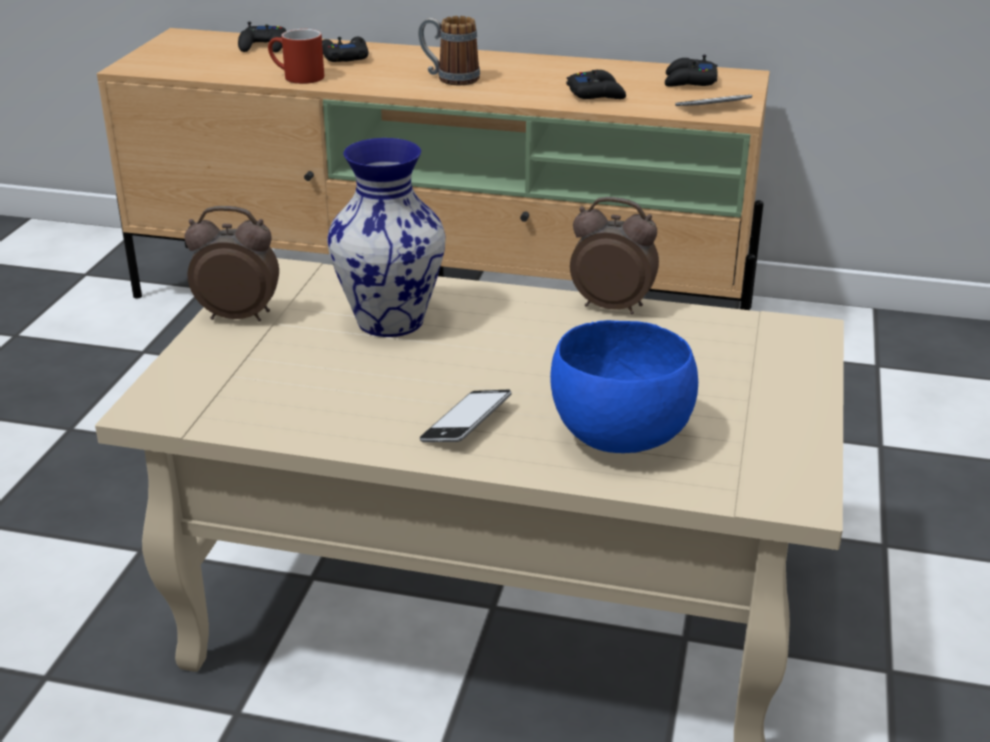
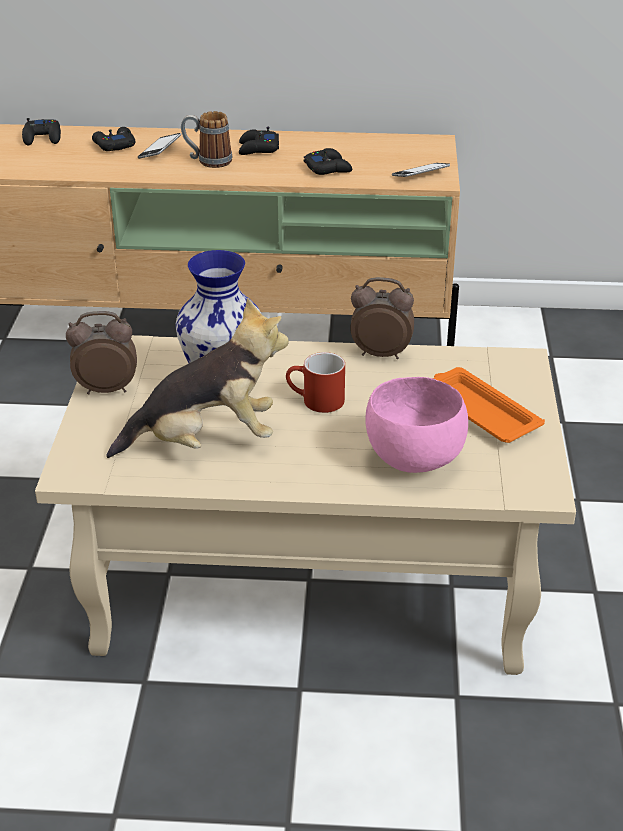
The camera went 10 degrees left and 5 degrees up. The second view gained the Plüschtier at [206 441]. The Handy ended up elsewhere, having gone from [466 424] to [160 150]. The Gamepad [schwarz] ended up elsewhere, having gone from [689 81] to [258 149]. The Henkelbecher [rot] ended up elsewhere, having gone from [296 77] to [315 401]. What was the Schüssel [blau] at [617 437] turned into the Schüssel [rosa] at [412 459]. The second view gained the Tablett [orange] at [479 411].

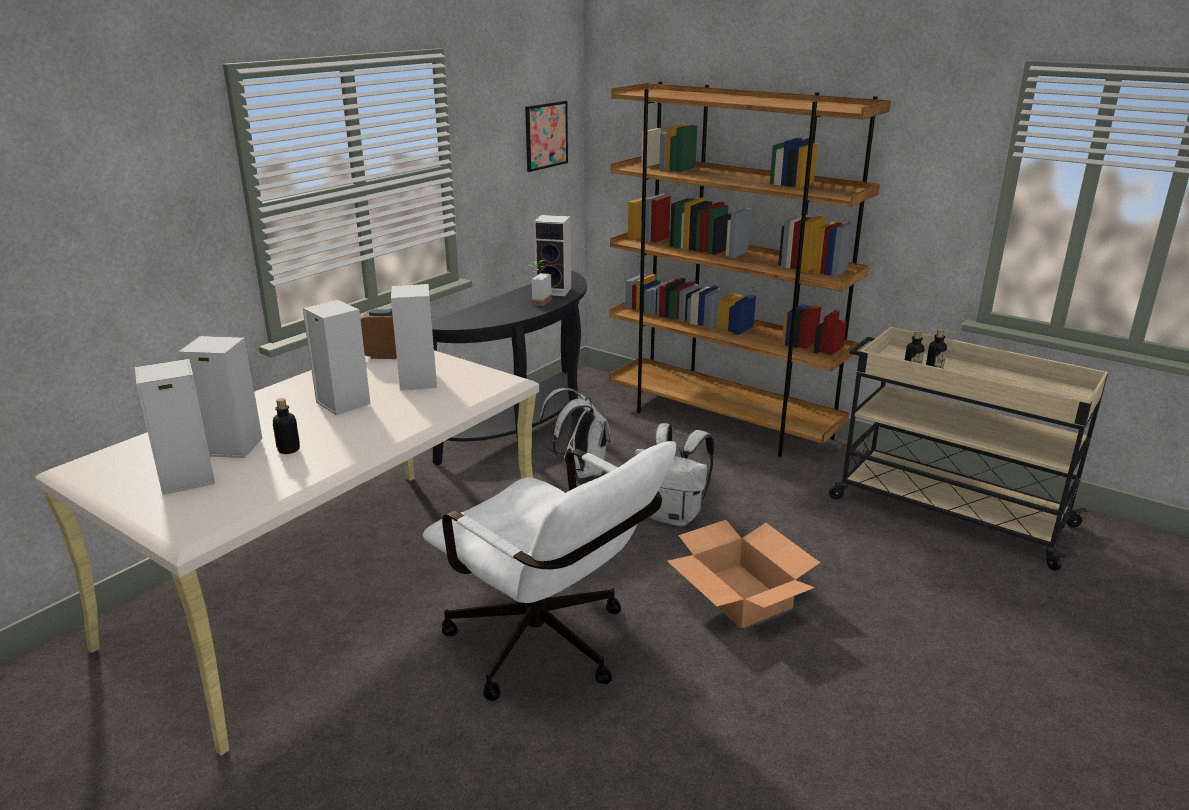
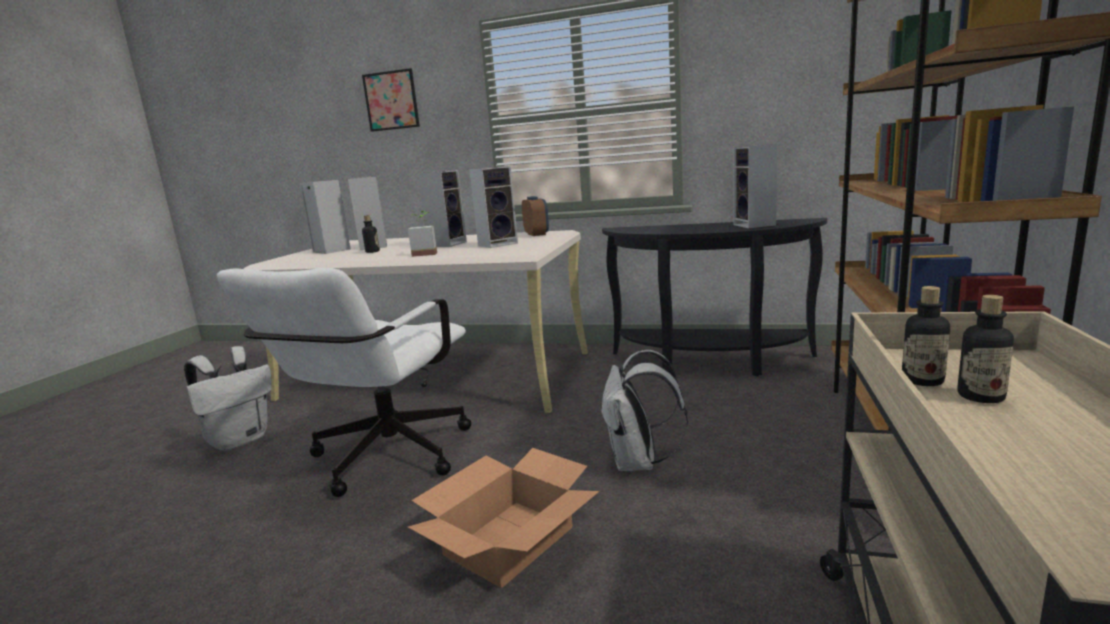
The camera went 70 degrees right and 10 degrees down. The Rucksack [weiß] ended up elsewhere, having gone from [579 471] to [240 440]. The Bild ended up elsewhere, having gone from [546 135] to [391 100]. The Topfpflanze ended up elsewhere, having gone from [537 301] to [425 254].

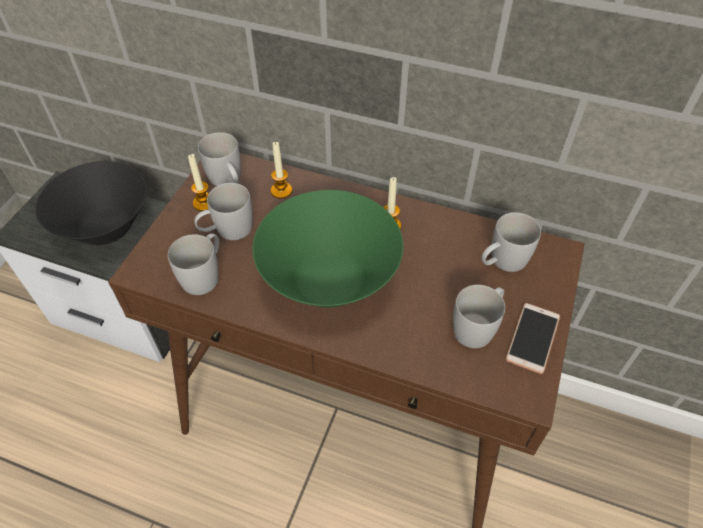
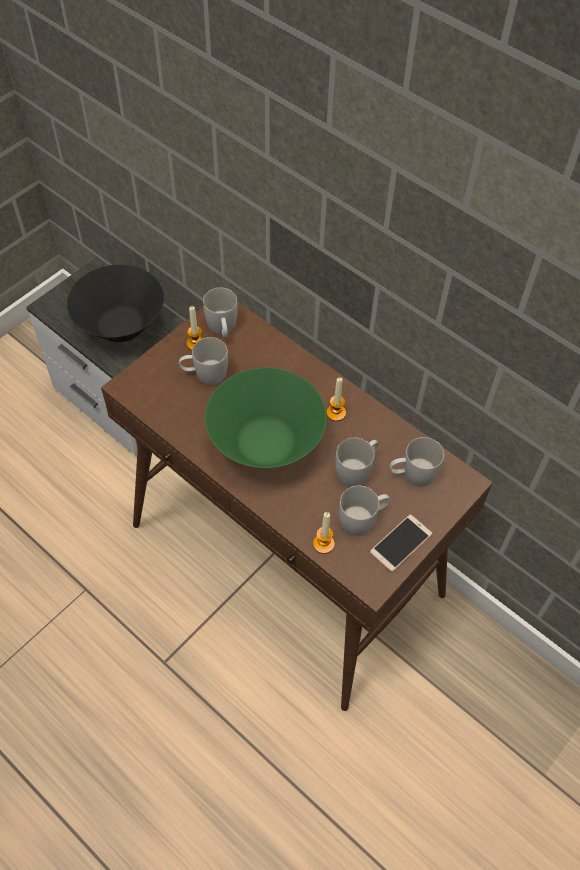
The camera went 20 degrees right and 5 degrees up. The Kerze ended up elsewhere, having gone from [281 191] to [323 544]. The Henkelbecher [weiß] ended up elsewhere, having gone from [205 274] to [357 469].

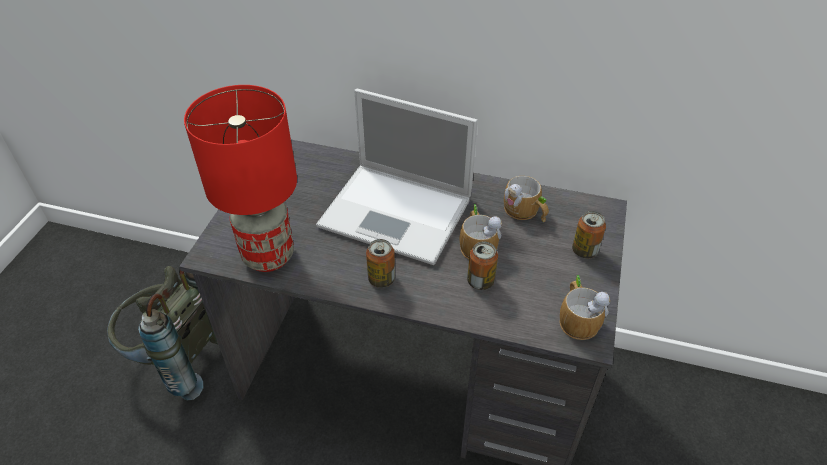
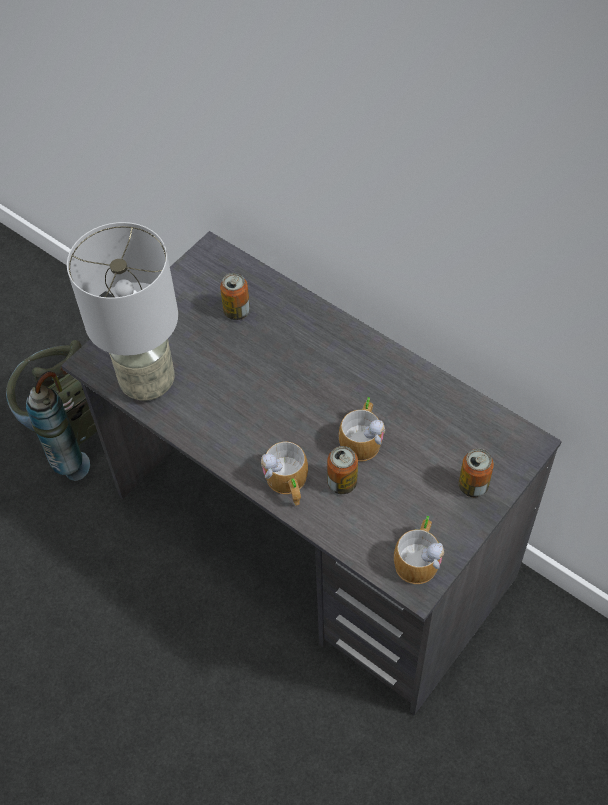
The camera went 25 degrees right and 10 degrees up. What was the Tischlampe [rot] at [269 256] turned into the Tischlampe [grau] at [148 383]. The Dose ended up elsewhere, having gone from [381 279] to [237 311]. The Henkelbecher ended up elsewhere, having gone from [525 212] to [288 484]. The second view lost the Laptop at [398 213].

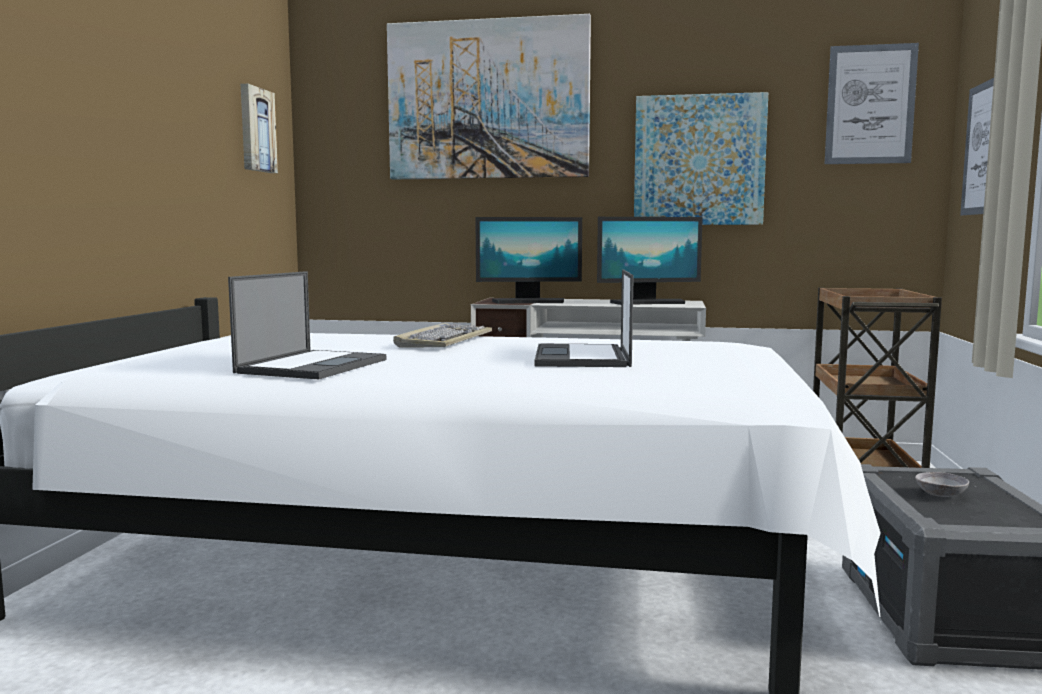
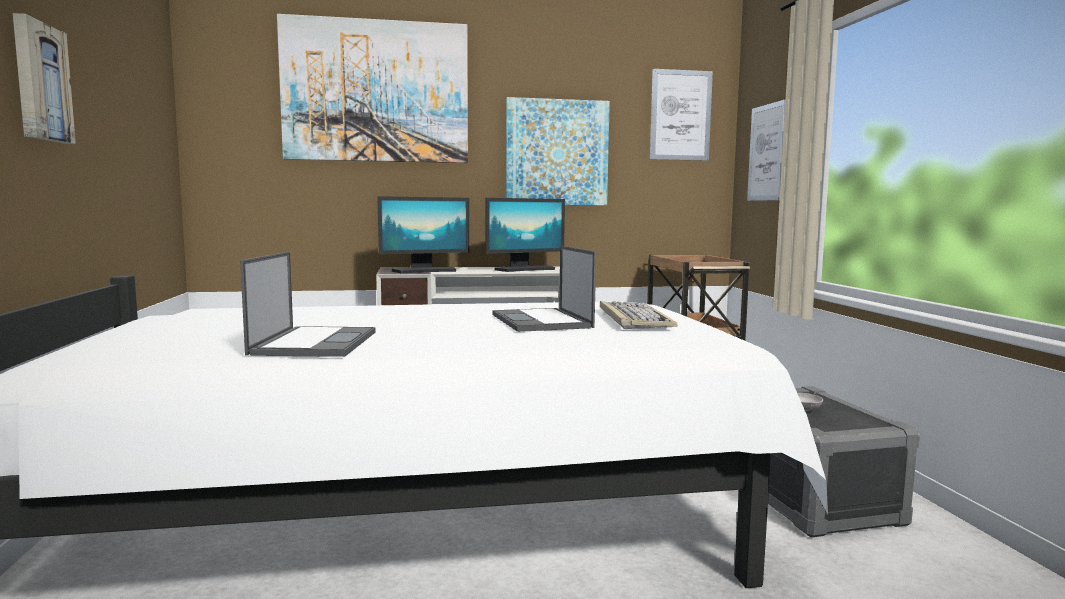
The camera went 20 degrees left and 0 degrees up. The Bild ended up elsewhere, having gone from [256 130] to [40 82]. The Tastatur ended up elsewhere, having gone from [444 341] to [633 319].

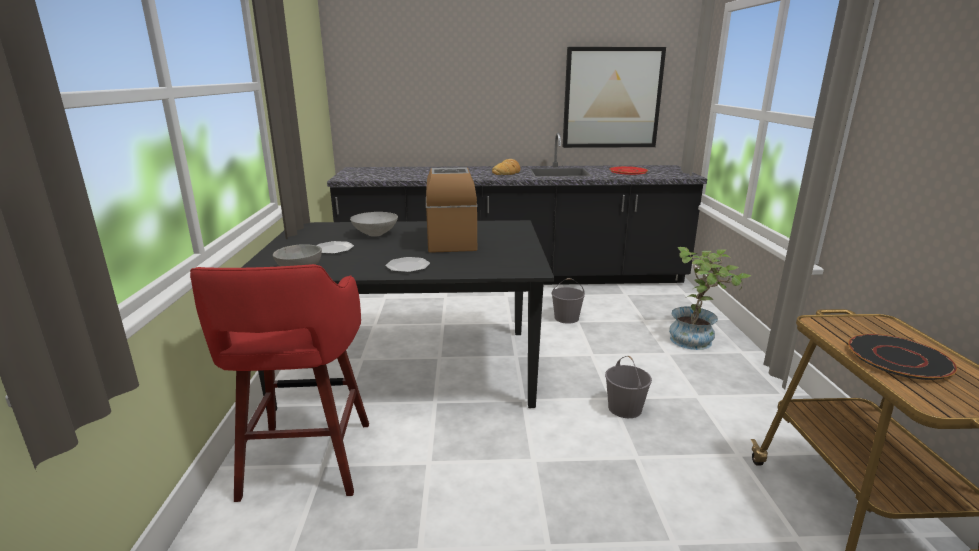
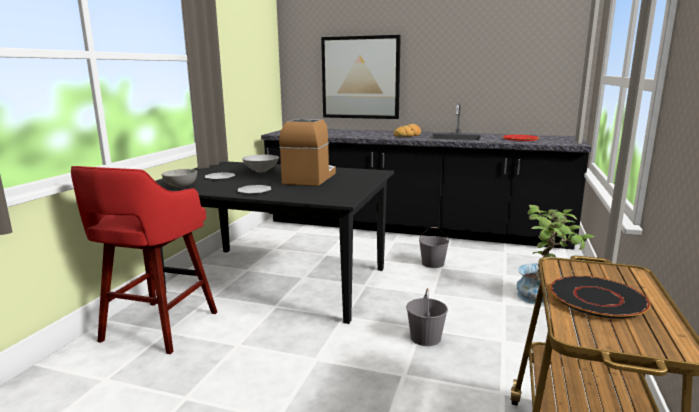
The camera went 20 degrees right and 5 degrees down. The Bild ended up elsewhere, having gone from [612 98] to [360 78].

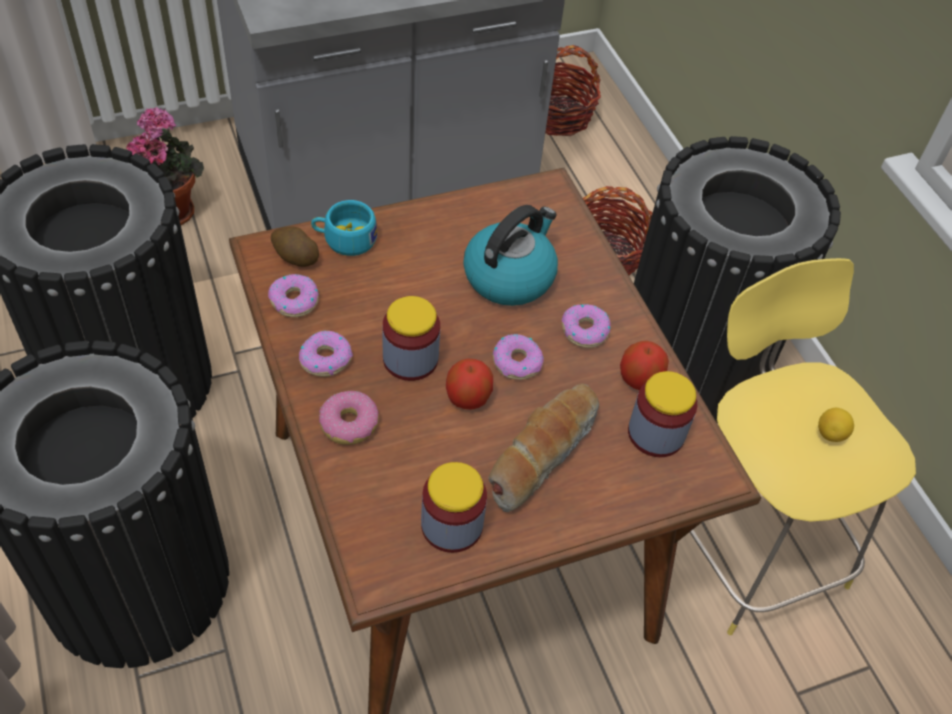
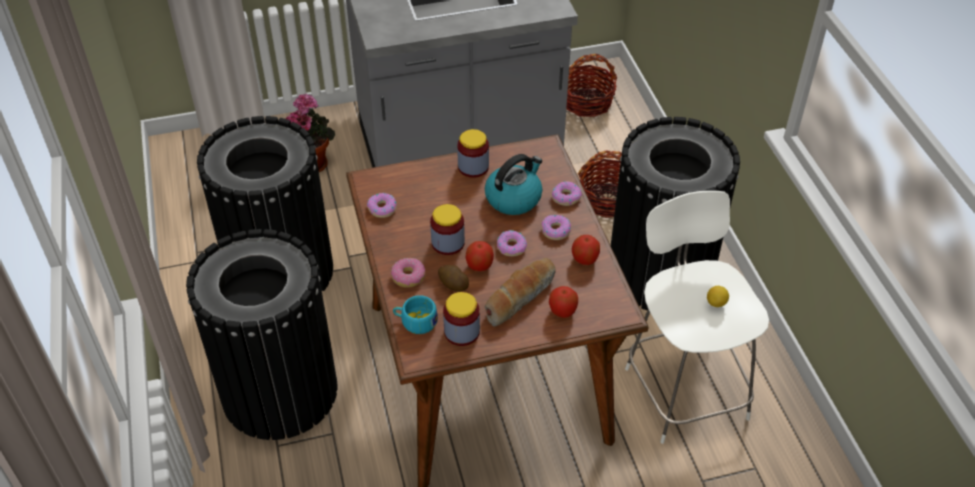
The camera went 10 degrees right and 5 degrees down. The Tasse [türkis] ended up elsewhere, having gone from [344 239] to [415 321]. The Kartoffel ended up elsewhere, having gone from [295 257] to [453 284]. The Vorratsglas ended up elsewhere, having gone from [656 433] to [473 167]. The second view gained the Apfel at [562 311]. The Donut ended up elsewhere, having gone from [325 359] to [566 197]. What was the Hocker [gelb] at [749 544] turned into the Hocker [weiß] at [684 389].

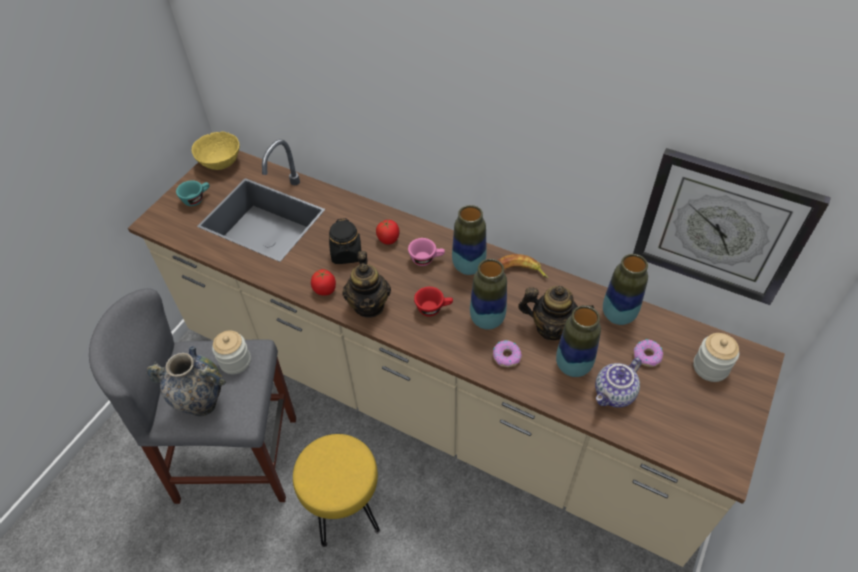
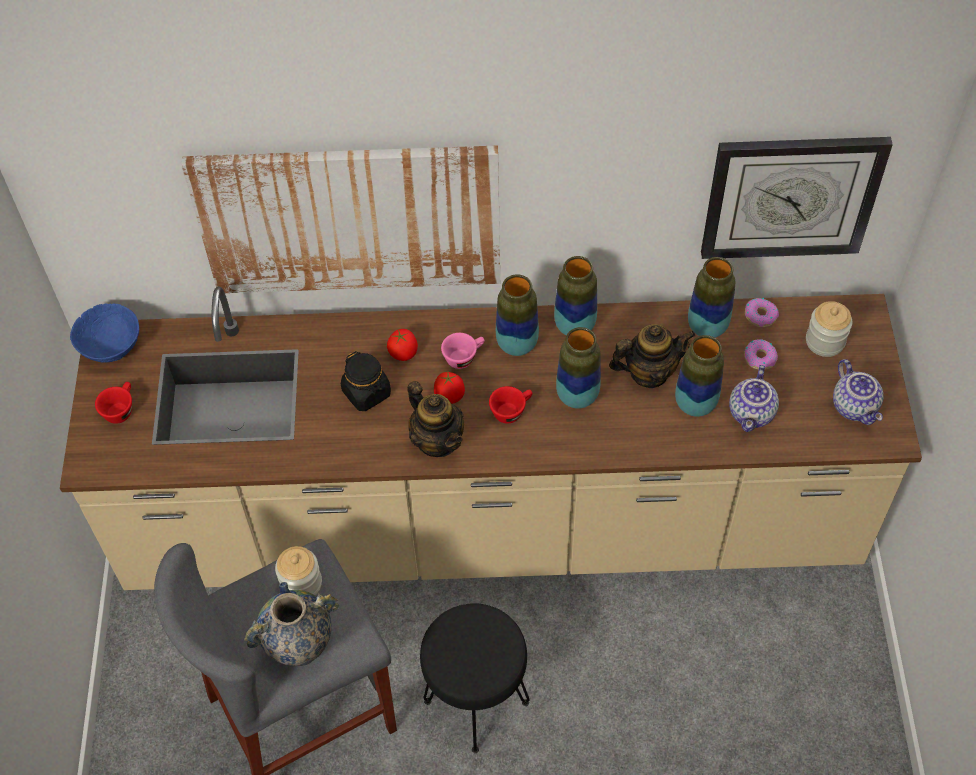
The camera went 30 degrees left and 5 degrees up. What was the Schüssel [gelb] at [220 163] turned into the Schüssel [blau] at [112 348]. What was the Tasse [türkis] at [196 199] turned into the Tasse [rot] at [120 409]. The second view gained the Bild at [350 219]. What was the Hocker [gelb] at [345 511] turned into the Hocker [schwarz] at [475 702]. The Tomate ended up elsewhere, having gone from [325 290] to [450 396]. Where the Banane stood at [518 272], the Vase came to stand at [574 326]. The Donut ended up elsewhere, having gone from [506 356] to [760 315]. The second view gained the Teekanne at [855 406].

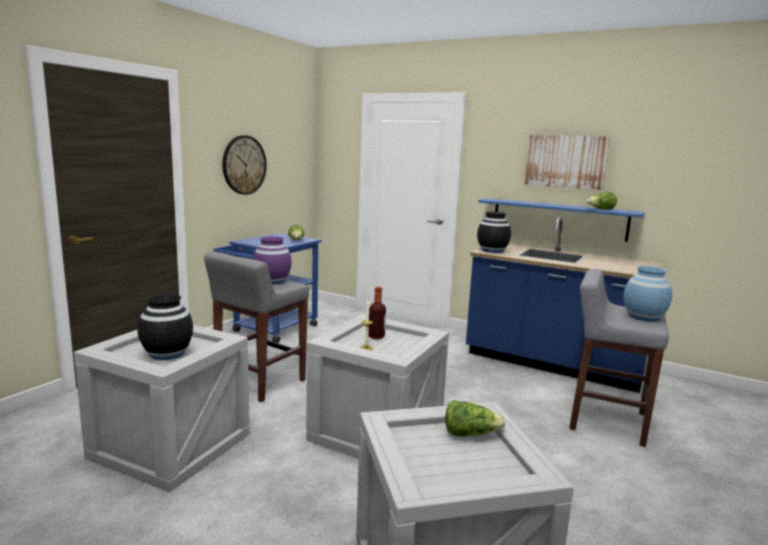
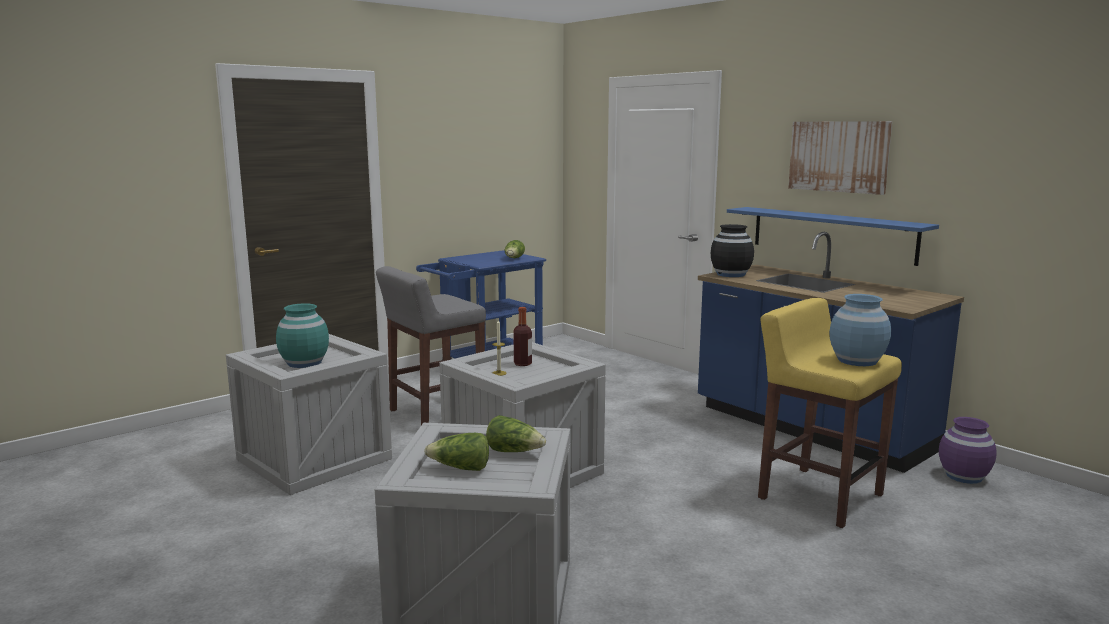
The camera went 20 degrees right and 0 degrees up. What was the Vase [schwarz] at [167 353] turned into the Vase [türkis] at [305 363]. The Salatkopf ended up elsewhere, having gone from [600 209] to [460 468]. What was the Hocker [grau] at [606 420] turned into the Hocker [gelb] at [818 496]. The Vase [lila] ended up elsewhere, having gone from [272 281] to [964 476]. The second view lost the Wanduhr at [244 165].

